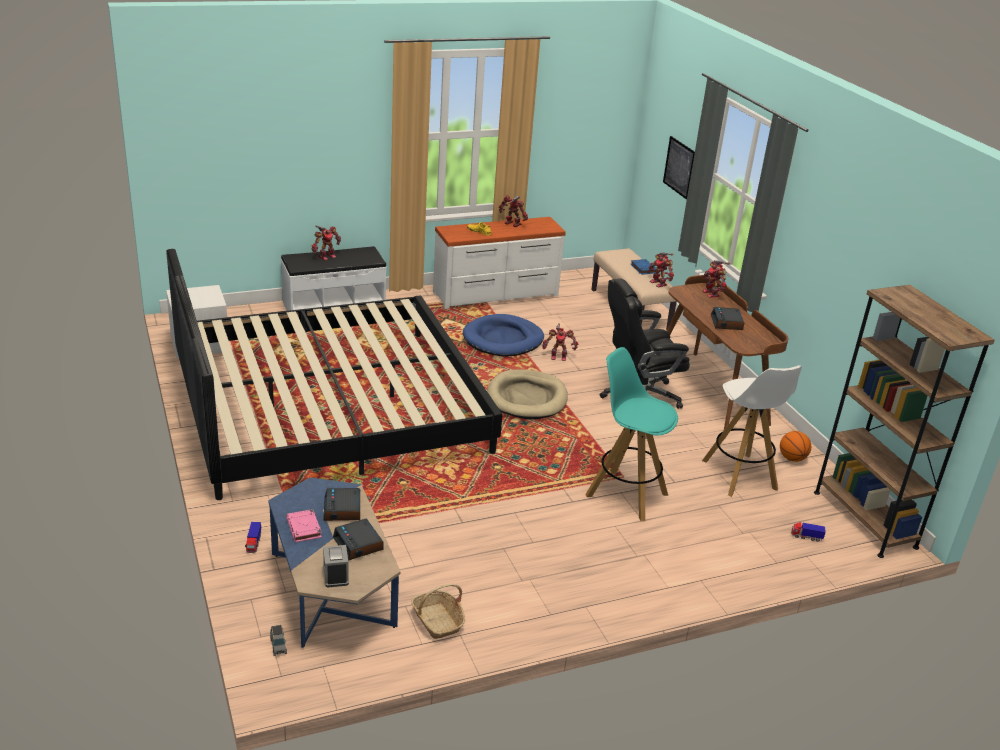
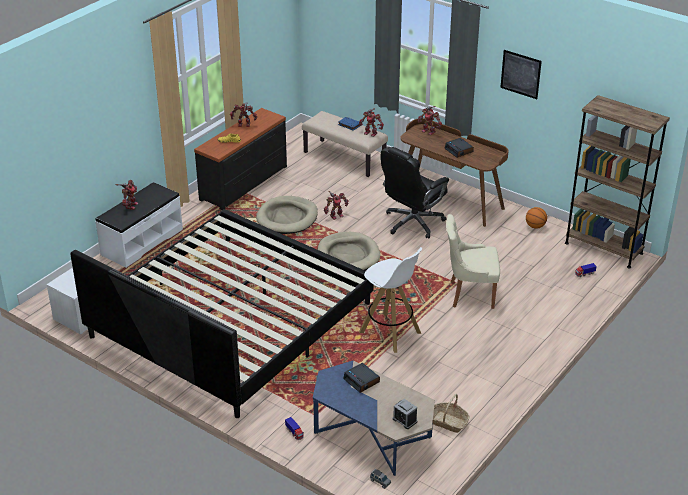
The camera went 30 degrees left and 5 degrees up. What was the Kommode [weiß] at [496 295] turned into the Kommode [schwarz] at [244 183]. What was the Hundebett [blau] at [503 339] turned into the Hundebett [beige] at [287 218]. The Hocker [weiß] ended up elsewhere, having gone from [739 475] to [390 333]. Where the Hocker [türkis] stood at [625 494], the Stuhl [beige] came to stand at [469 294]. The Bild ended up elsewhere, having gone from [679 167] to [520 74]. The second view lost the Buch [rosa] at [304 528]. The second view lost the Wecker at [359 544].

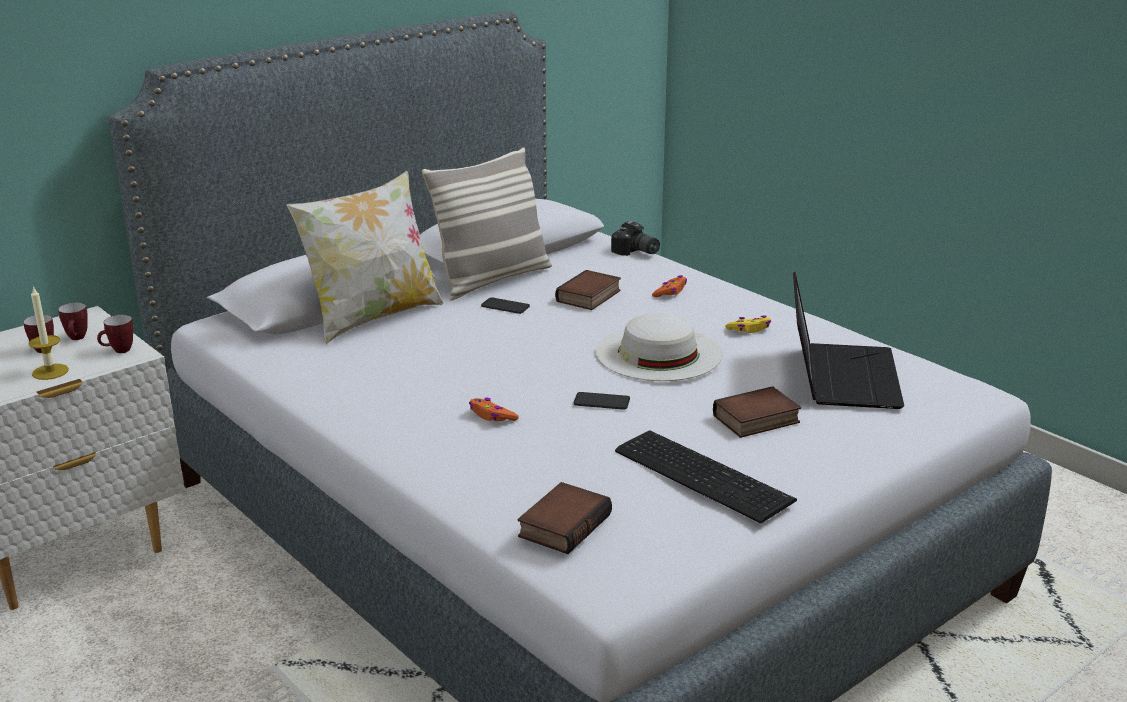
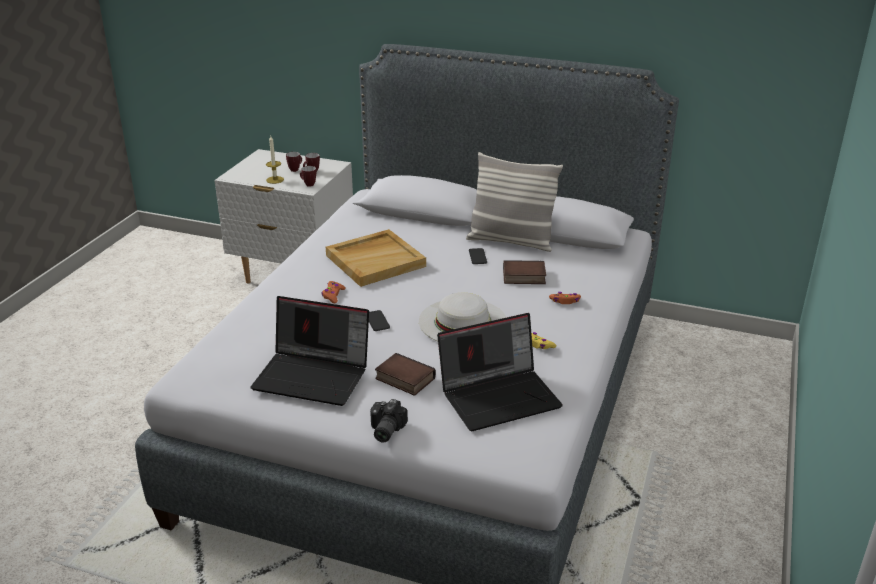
The camera went 60 degrees right and 5 degrees up. Where the Tastatur stood at [703 473], the Laptop came to stand at [314 375]. The second view gained the Tablett [beige] at [375 260]. The Kamera ended up elsewhere, having gone from [635 252] to [384 430]. The second view lost the Kissen at [373 317]. The second view lost the Buch at [563 524].

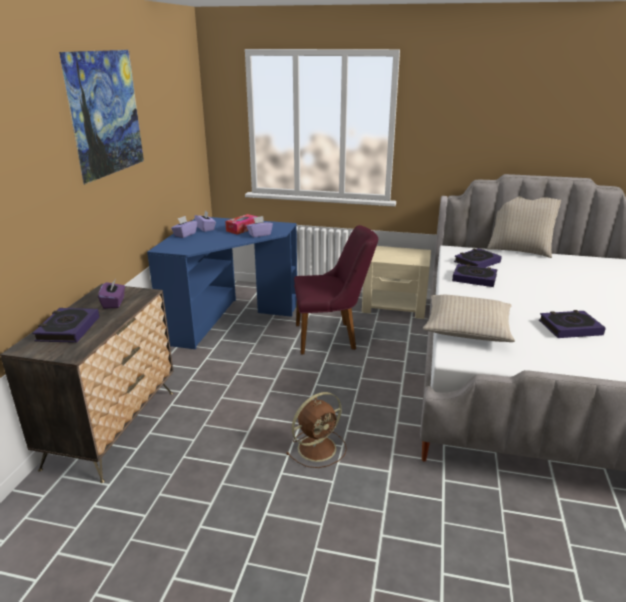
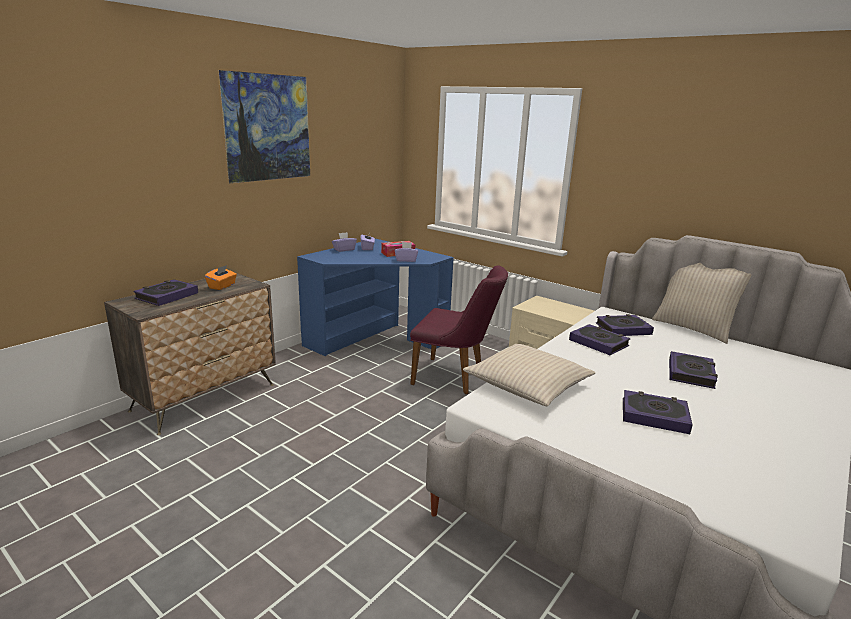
The camera went 25 degrees right and 5 degrees down. What was the Taschentuchbox [lila] at [114 303] turned into the Taschentuchbox [orange] at [222 286]. The second view gained the Buch at [691 374]. The second view lost the Ventilator [braun] at [318 447].

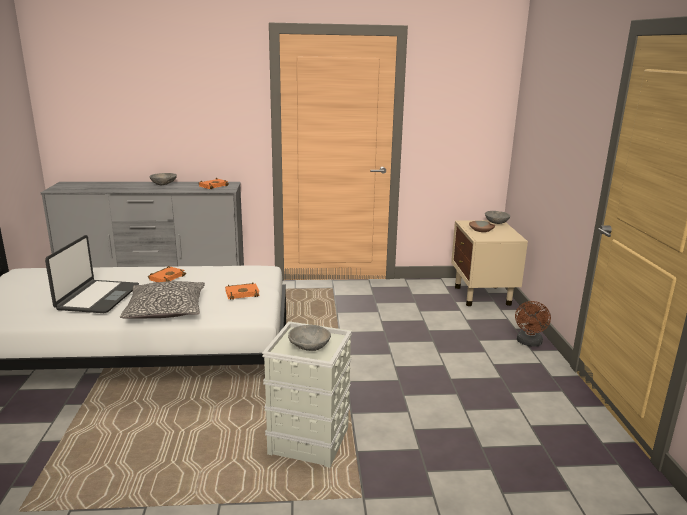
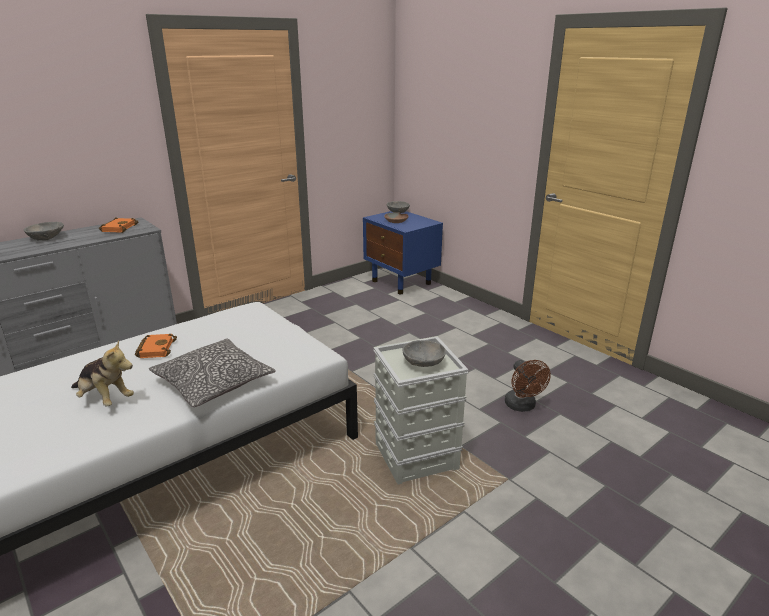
The camera went 35 degrees left and 5 degrees up. Where the Laptop stood at [97 297], the Plüschtier came to stand at [105 399]. What was the Nachttisch [beige] at [482 296] turned into the Nachttisch [blau] at [402 282]. The Ventilator [braun] ended up elsewhere, having gone from [529 343] to [522 406]. The second view lost the Buch [orange] at [243 293].

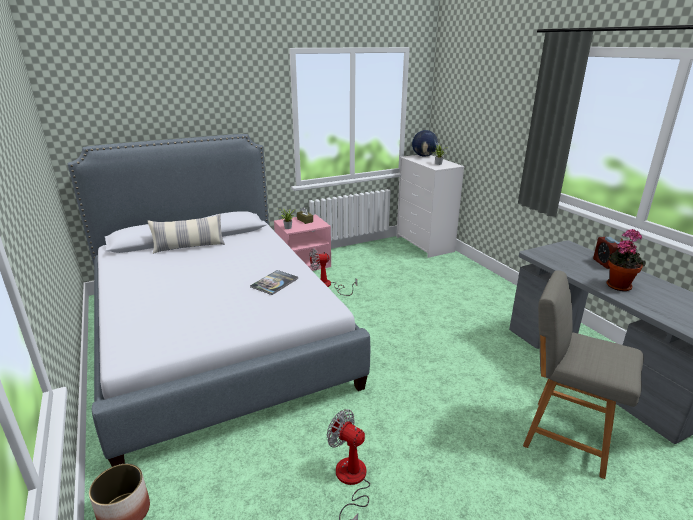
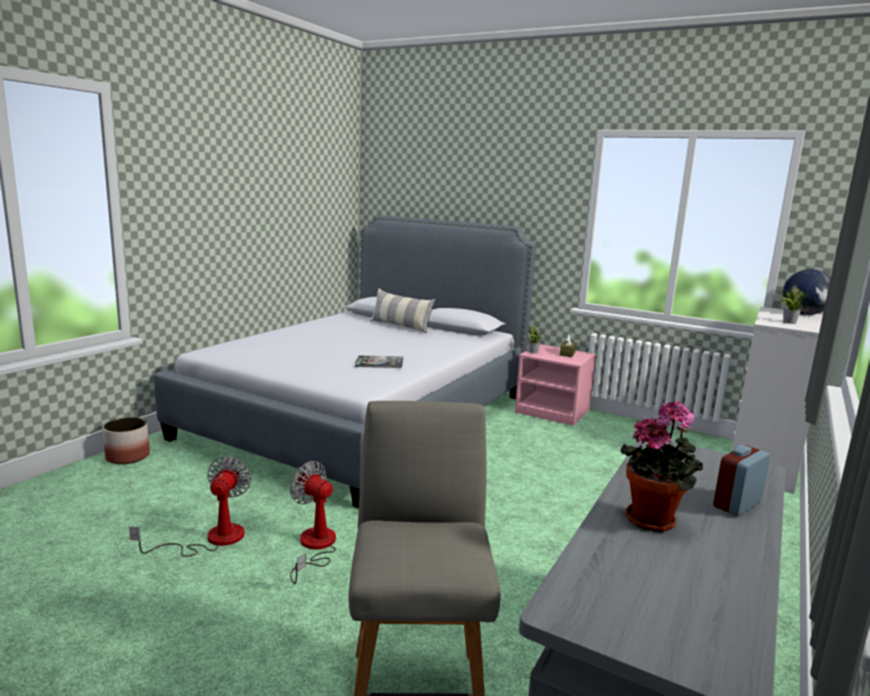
The camera went 55 degrees right and 10 degrees down. The Ventilator ended up elsewhere, having gone from [327 286] to [315 547].

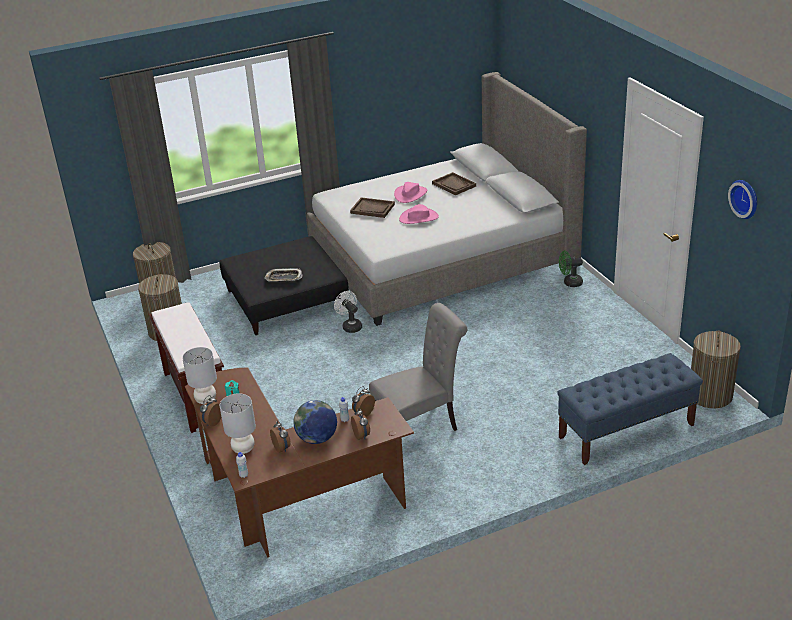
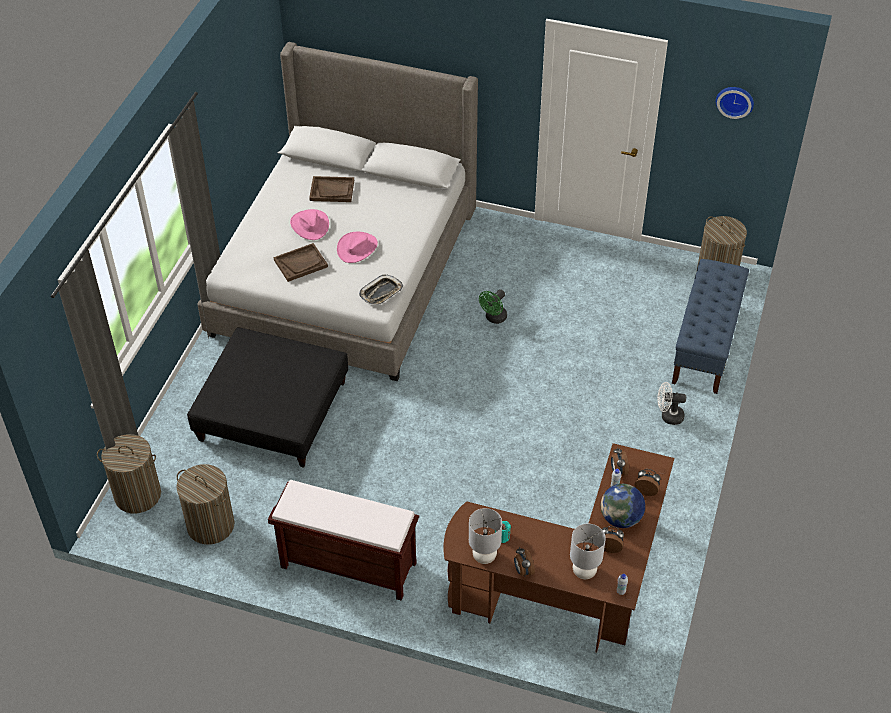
The camera went 50 degrees left and 15 degrees up. The Tablett ended up elsewhere, having gone from [283 278] to [381 293]. The Ventilator [grün] ended up elsewhere, having gone from [569 283] to [494 318]. The Ventilator [weiß] ended up elsewhere, having gone from [350 326] to [668 416]. The second view lost the Stuhl [grau] at [421 427].

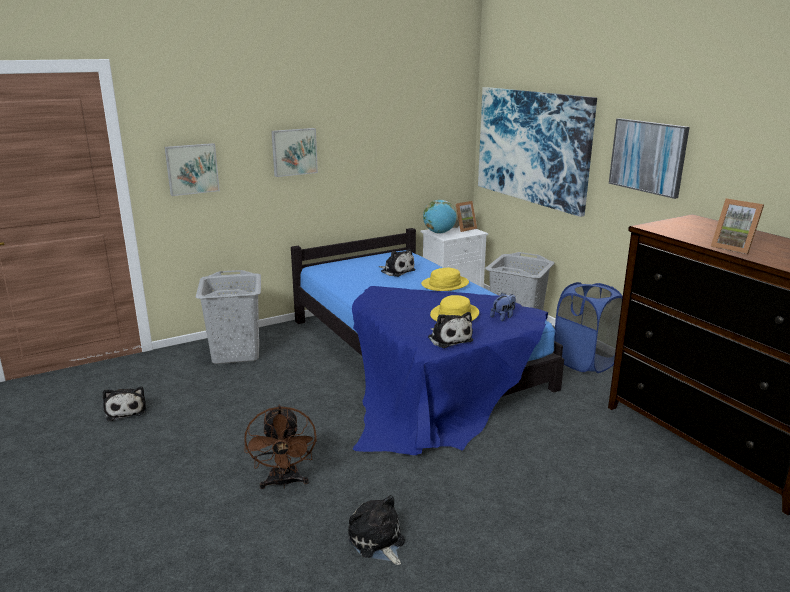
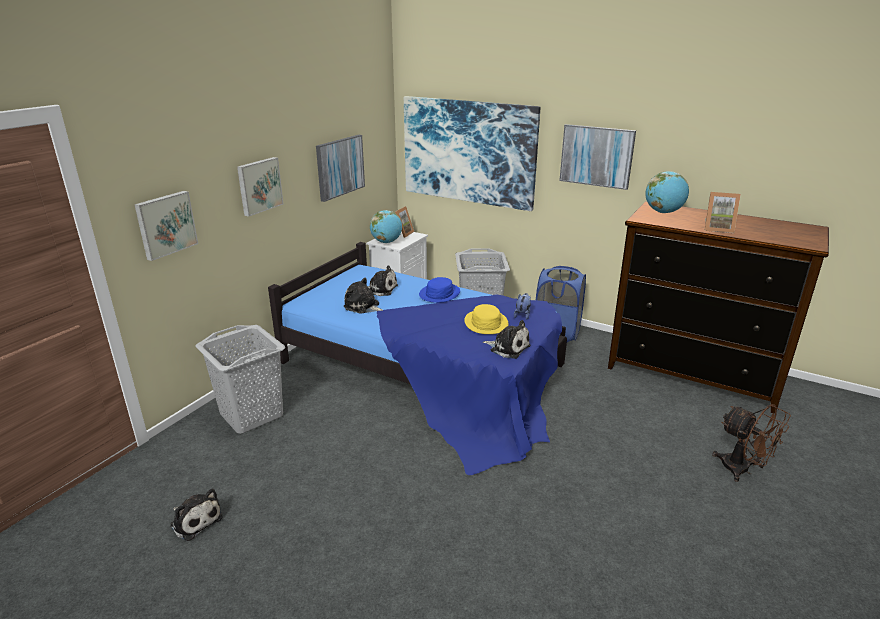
The camera went 30 degrees left and 5 degrees up. The second view gained the Bild at [340 167]. The Plüschtier ended up elsewhere, having gone from [377 541] to [363 306]. What was the Hut [gelb] at [445 284] turned into the Hut [blau] at [439 294]. The second view gained the Globus at [663 212]. The Ventilator [braun] ended up elsewhere, having gone from [284 483] to [742 470].

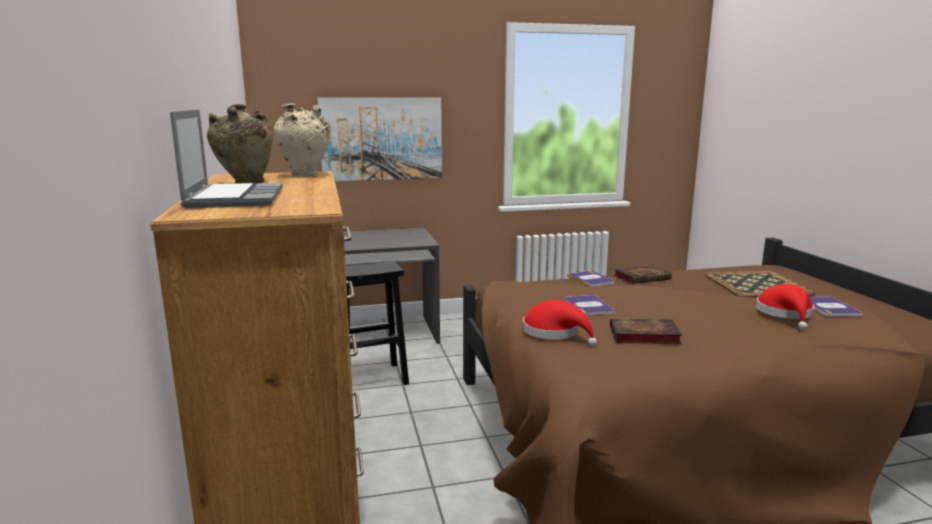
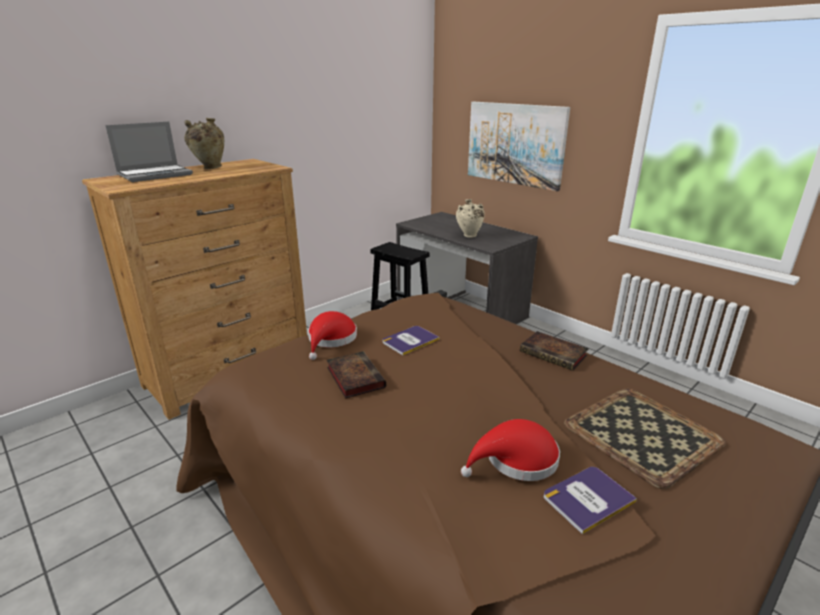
The camera went 60 degrees right and 10 degrees up. The Vase [beige] ended up elsewhere, having gone from [305 175] to [469 236]. The second view lost the Buch at [590 280].

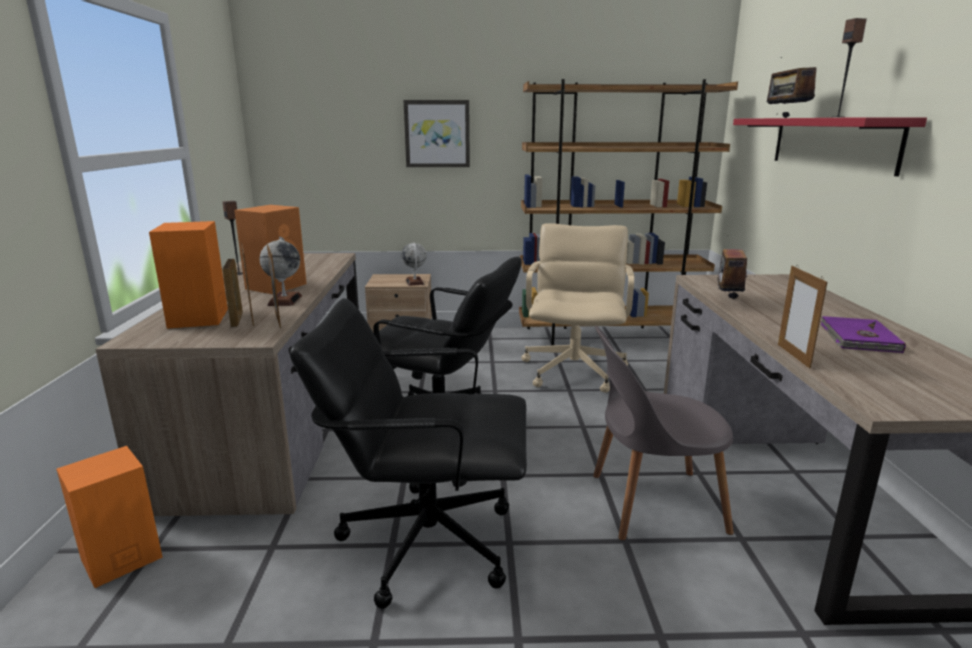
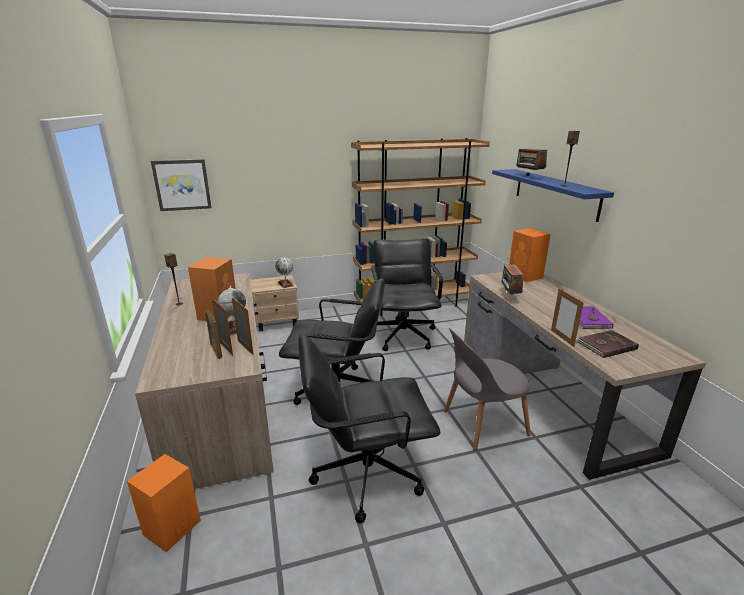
The camera went 15 degrees left and 5 degrees up. The Bild ended up elsewhere, having gone from [437 134] to [182 185]. What was the Bürostuhl [beige] at [574 371] turned into the Bürostuhl [schwarz] at [403 335]. What was the Wandregal [rot] at [831 143] turned into the Wandregal [blau] at [555 193]. The Lautsprecher [orange] ended up elsewhere, having gone from [198 319] to [525 276]. The second view gained the Buch [braun] at [606 345].

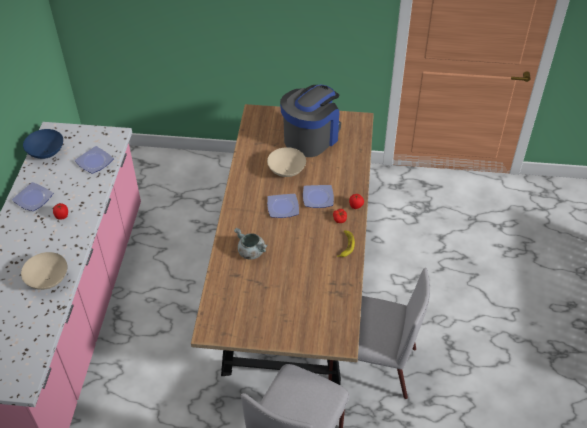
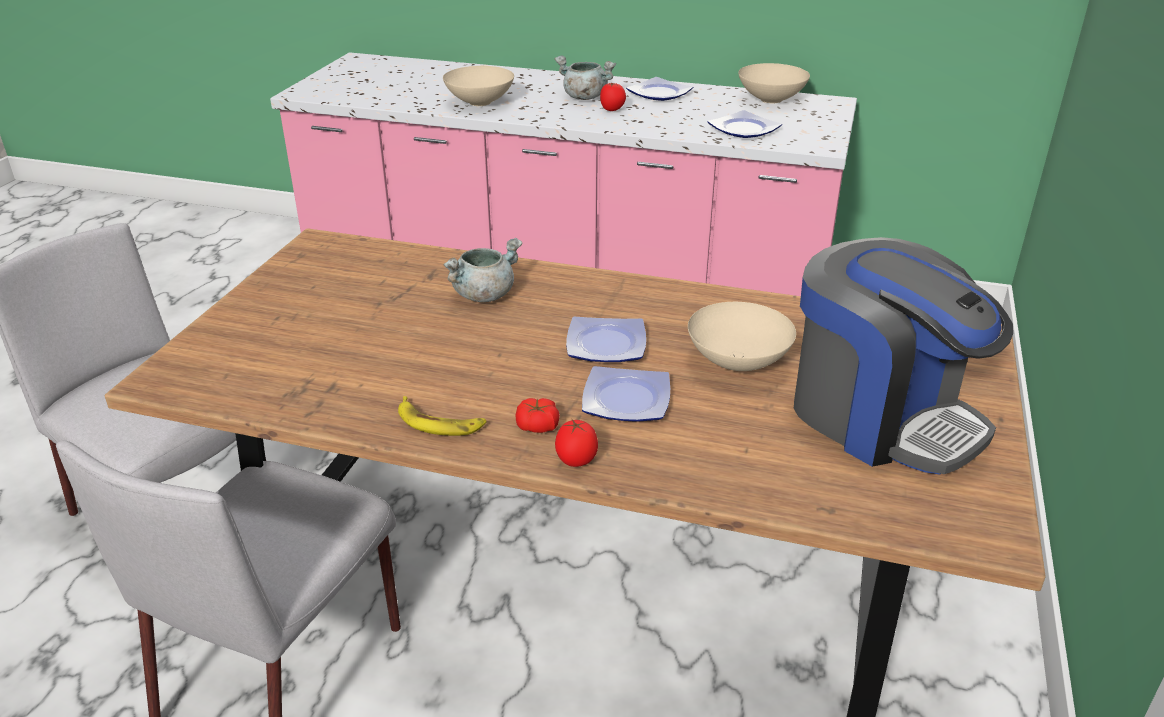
The camera went 100 degrees right and 15 degrees down. The second view gained the Kochtopf [grau] at [584 97]. What was the Schüssel [blau] at [46 153] turned into the Schüssel [beige] at [770 99].

